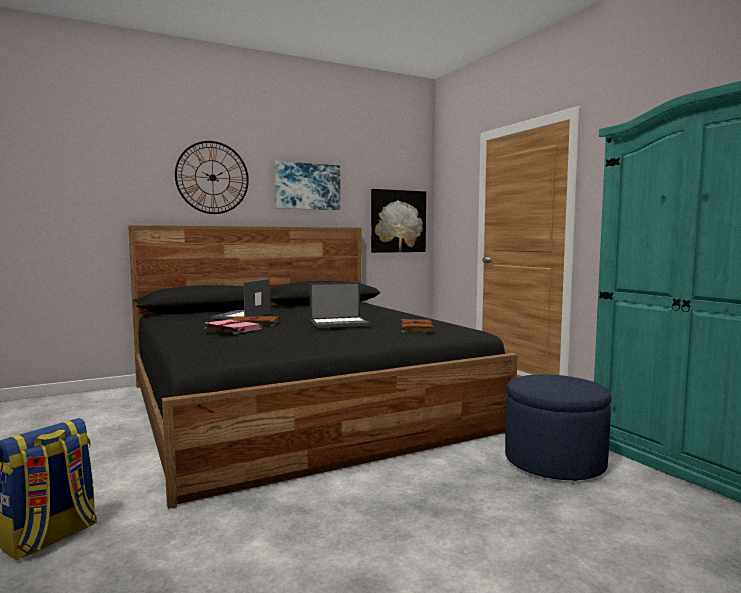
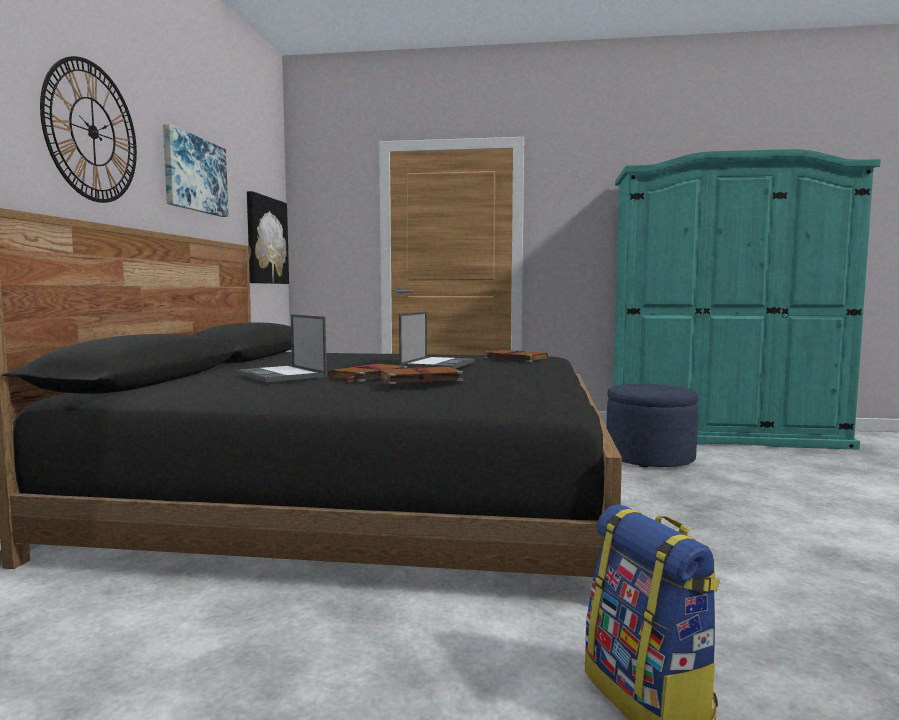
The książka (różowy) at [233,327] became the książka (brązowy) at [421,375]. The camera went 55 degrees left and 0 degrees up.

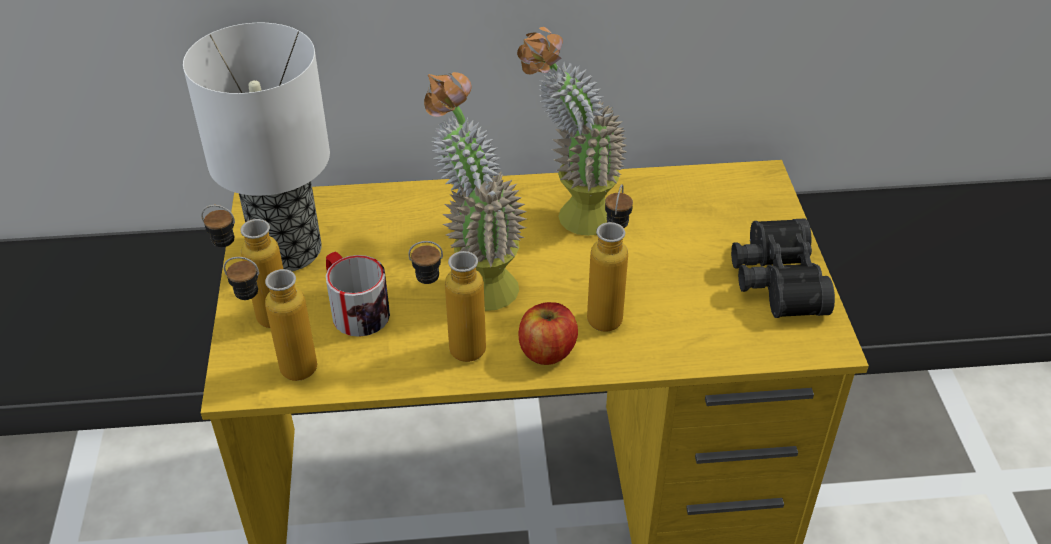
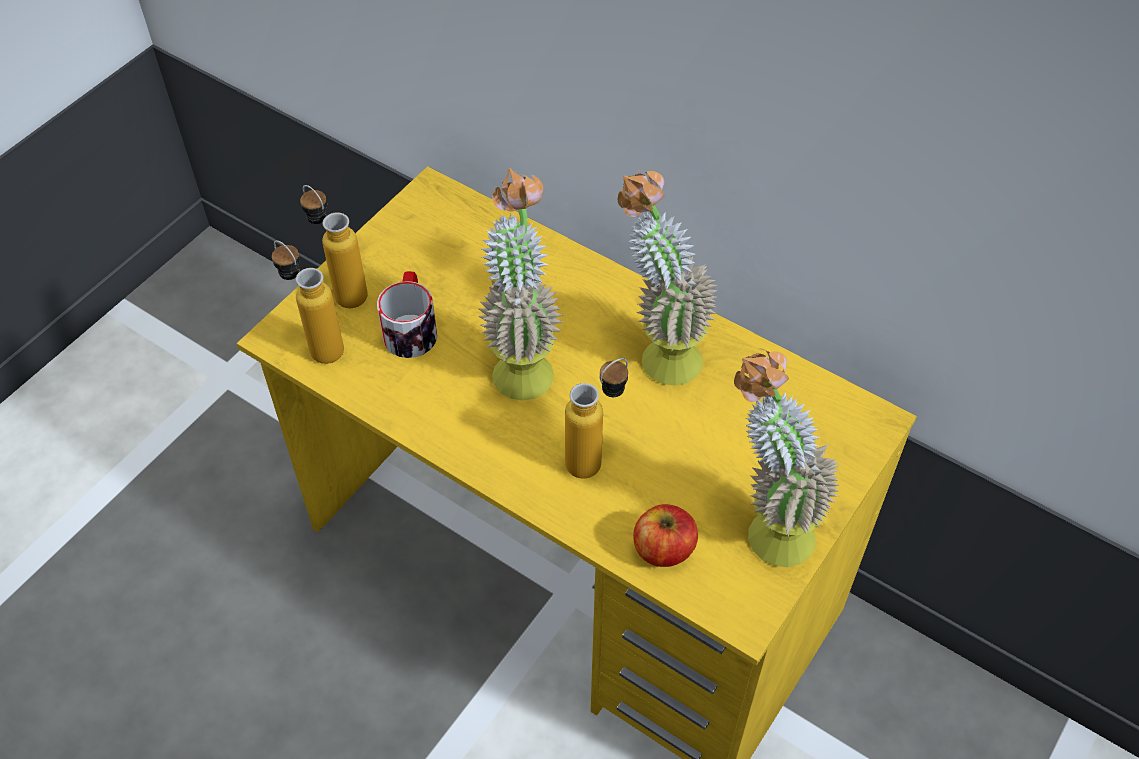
The lampa stołowa at [256,147] disappeared. The butelka at [447,301] disappeared. The jabłko moved from [548,333] to [665,535]. The lornetka (czarny) at [783,268] was replaced by the roślina doniczkowa at [787,457]. The camera went 40 degrees right and 10 degrees up.

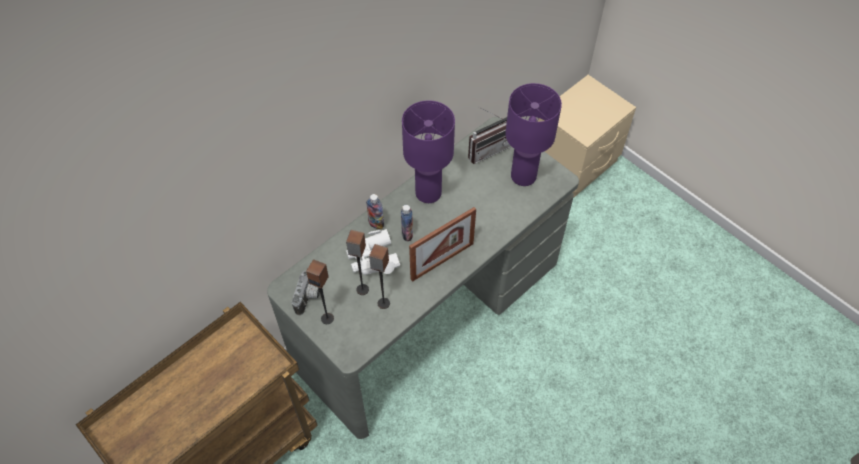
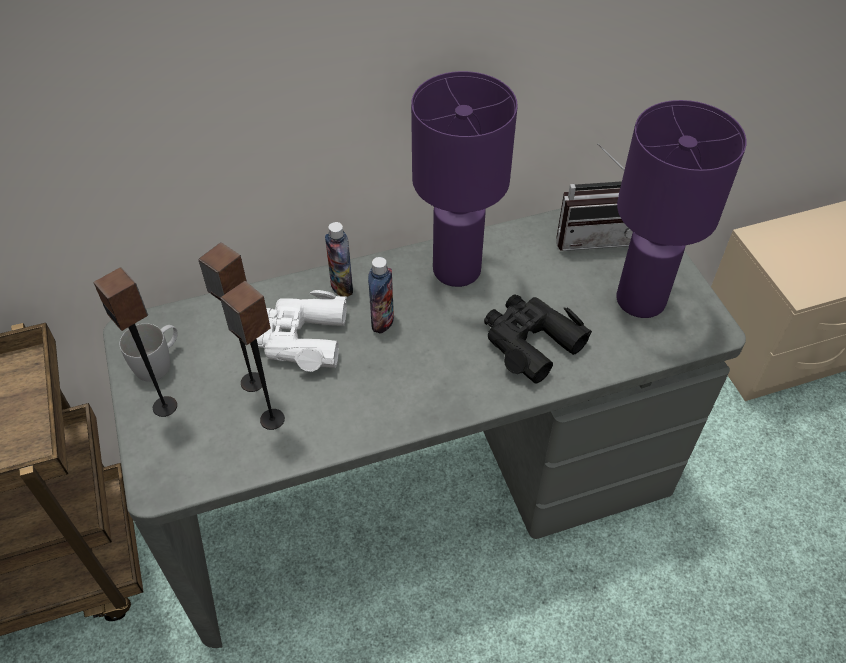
The ramka na zdjęcie at [442,244] disappeared. The lornetka (czarny) at [538,339] appeared. The aparat fotograficzny at [305,292] was replaced by the kubek (biały) at [148,352]. The camera went 25 degrees right and 5 degrees down.

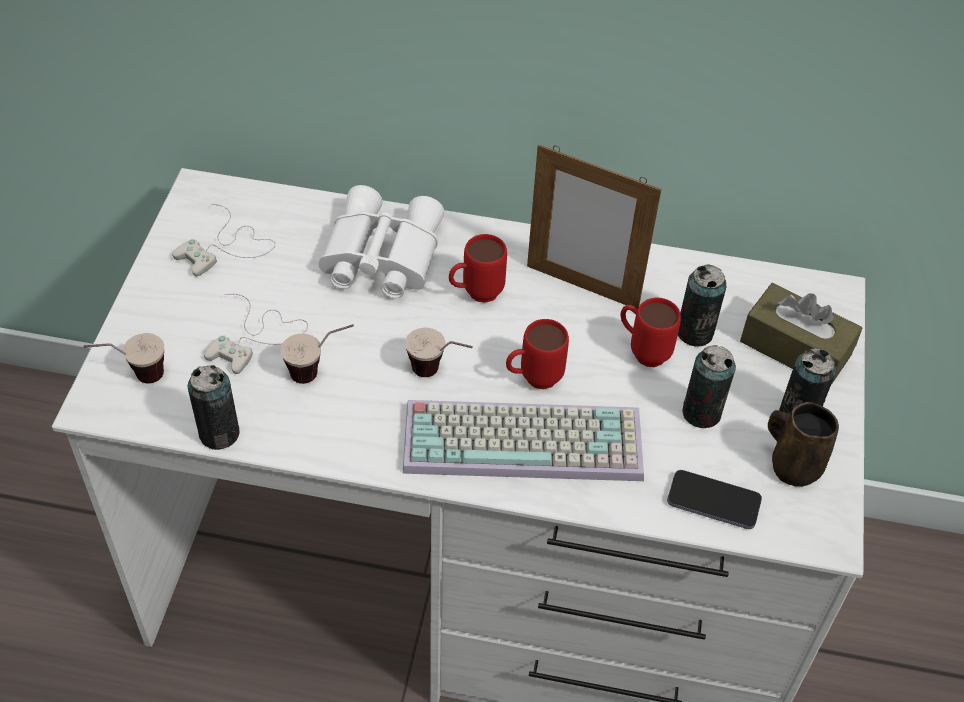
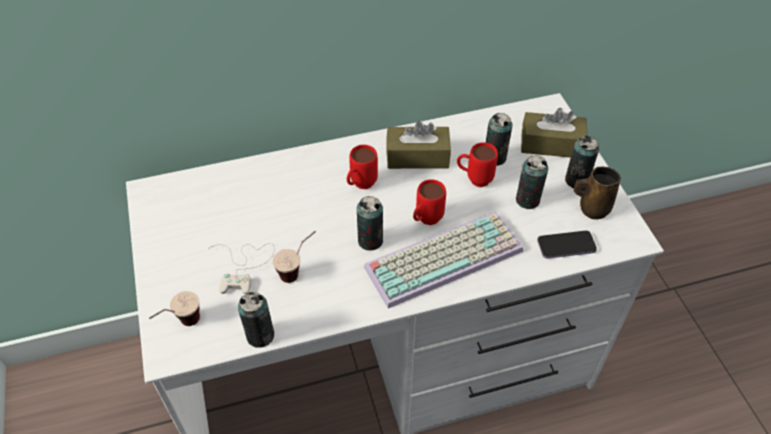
The pad do gier (biały) at [223,240] disappeared. The lornetka (biały) at [381,241] disappeared. The filiżanka at [439,352] was replaced by the puszka at [370,223]. The ramka na zdjęcie at [594,227] was replaced by the pudełko chusteczek (brązowy) at [418,144]. The camera went 25 degrees left and 0 degrees up.

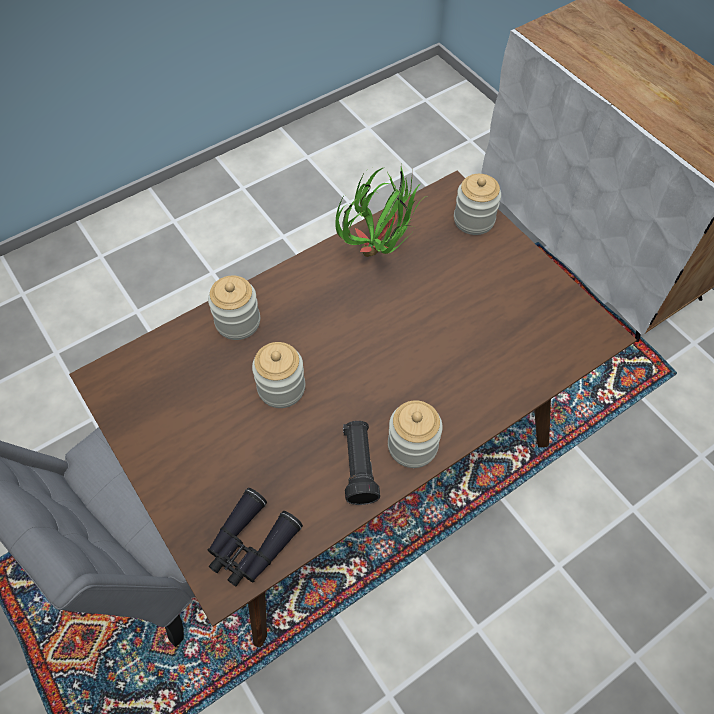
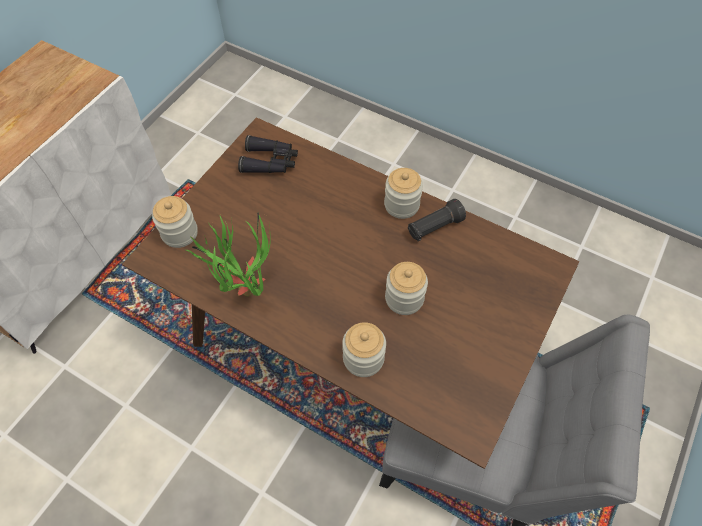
The lornetka (czarny) moved from [255,537] to [268,154]. The camera went 115 degrees left and 0 degrees up.

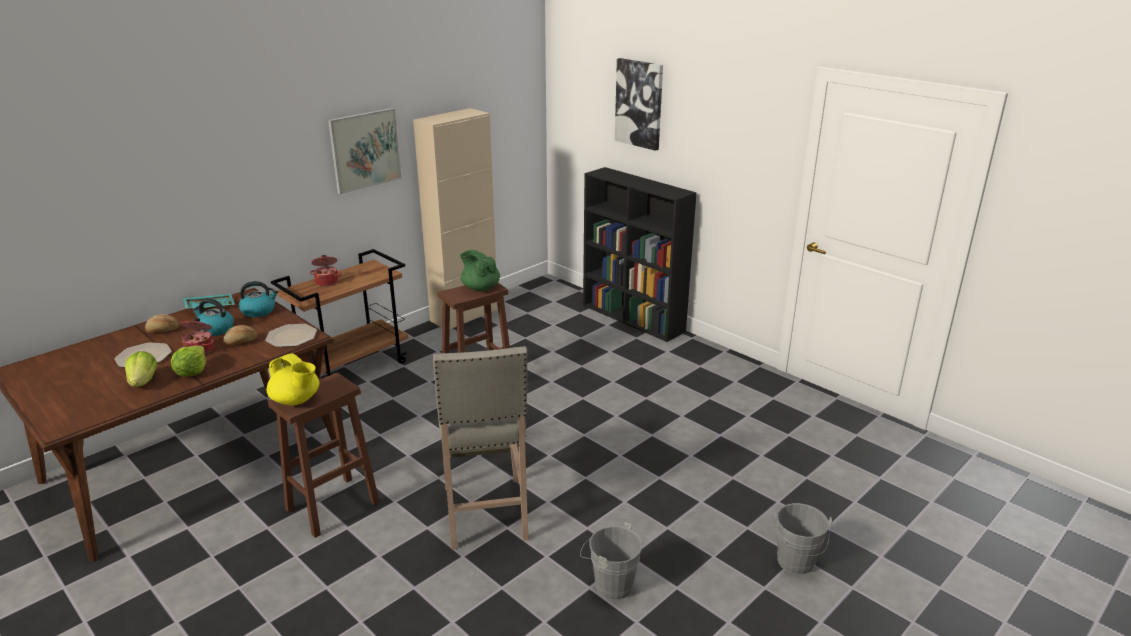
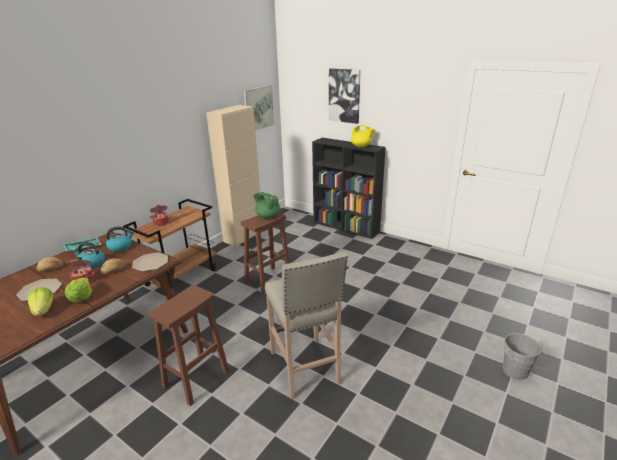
The wiadro (szary) at [611,561] disappeared. The imbryk (żółty) moved from [293,380] to [363,136]. The obraz moved from [365,151] to [258,108]. The camera went 10 degrees left and 0 degrees up.

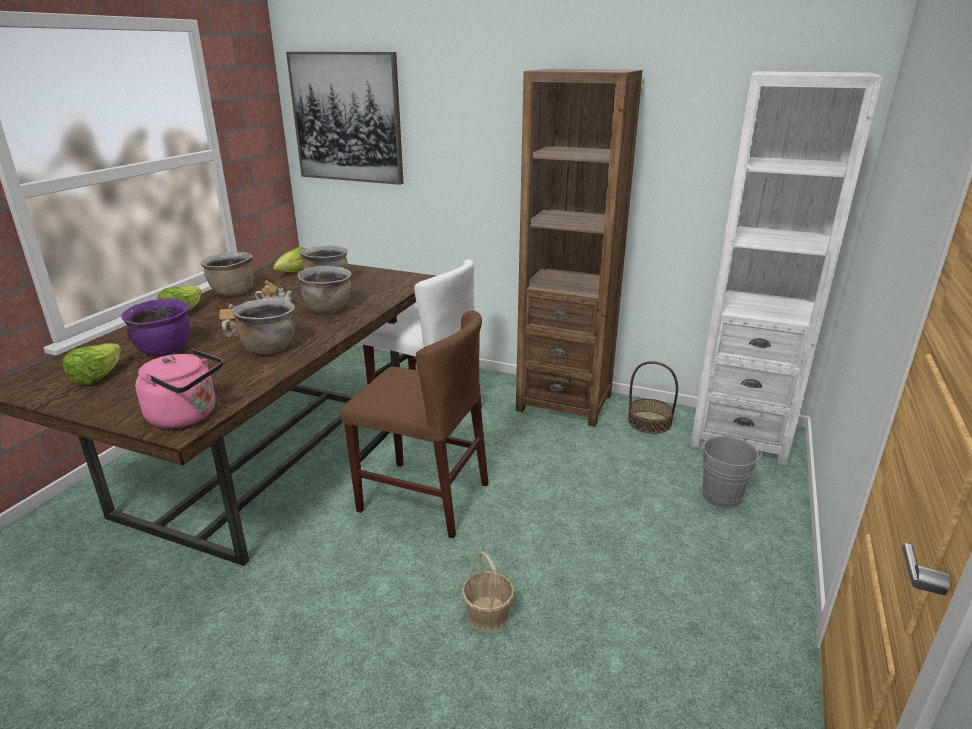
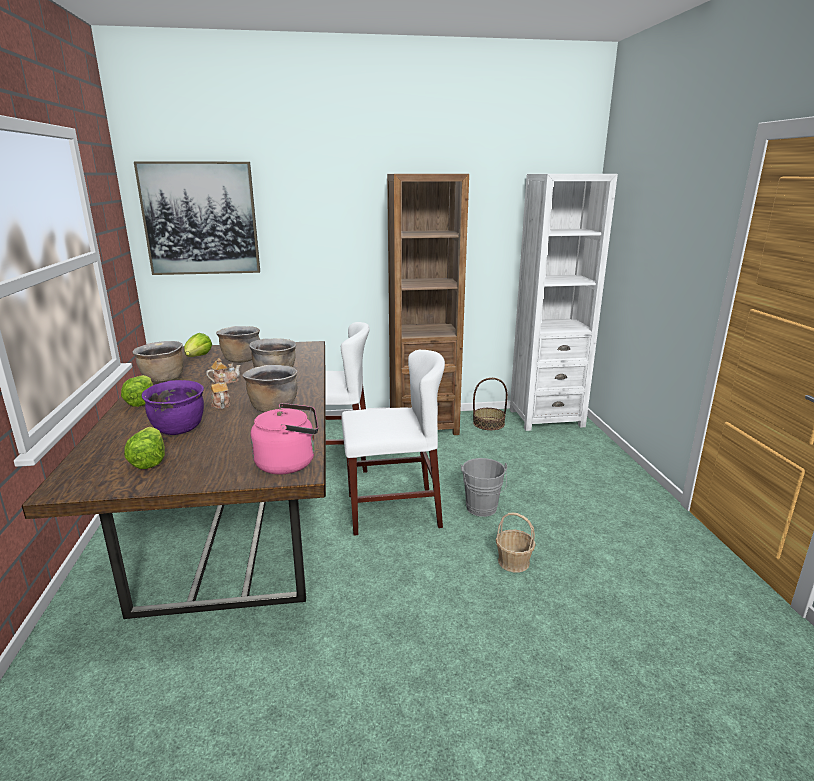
The wiadro (szary) moved from [731,472] to [484,487]. The krzesło (brązowy) at [414,424] became the krzesło (biały) at [393,443]. The camera went 30 degrees left and 5 degrees down.

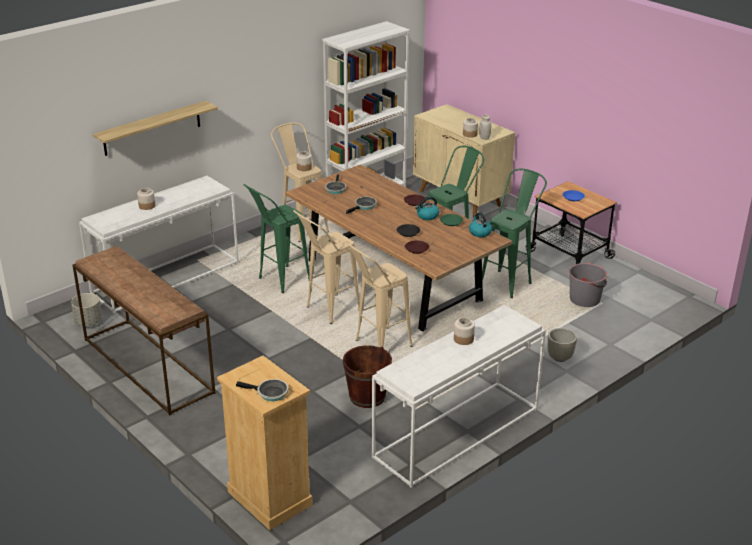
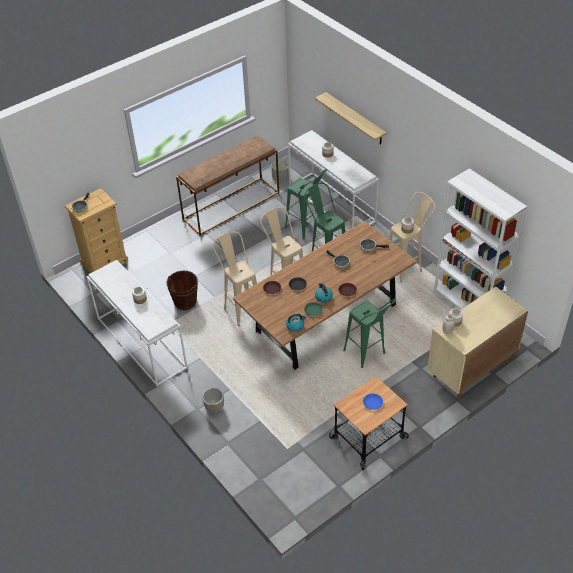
The wiadro (szary) at [588,285] disappeared. The stołek (zielony) moved from [514,233] to [306,204]. The camera went 95 degrees right and 15 degrees up.

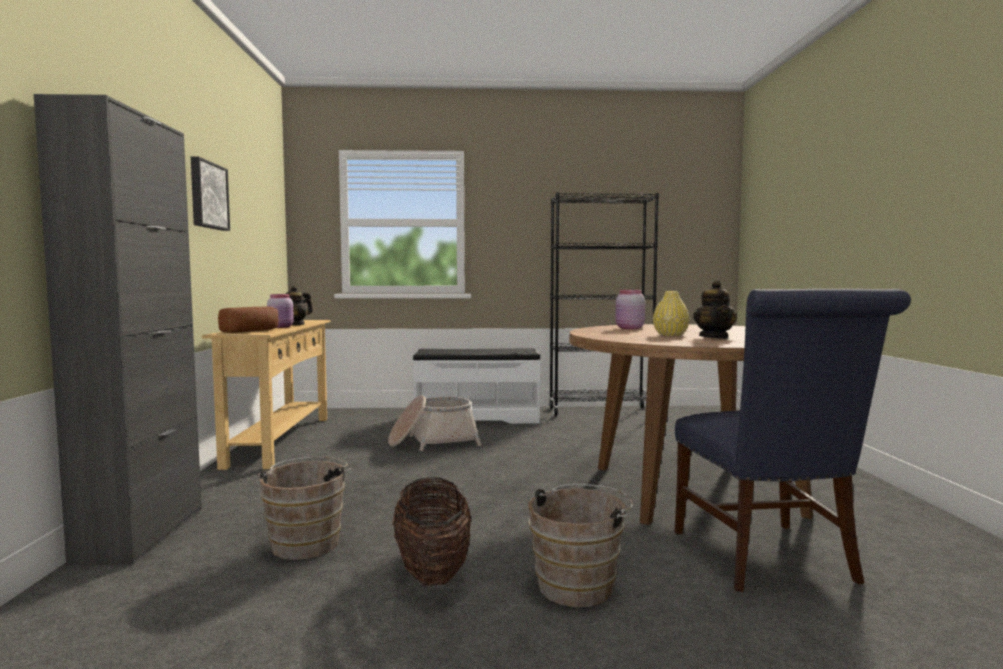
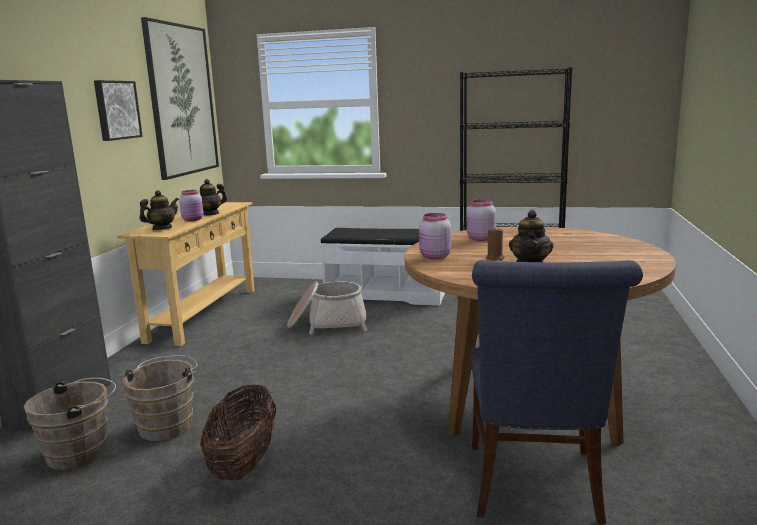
The obraz at [180,98] appeared. The słoik (różowy) at [435,236] appeared. The wiadro (brązowy) moved from [580,545] to [69,424]. The chleb at [248,319] was replaced by the imbryk at [159,210]. The wazon (żółty) at [671,313] was replaced by the świeca (brązowy) at [495,243]. The camera went 15 degrees right and 10 degrees up.

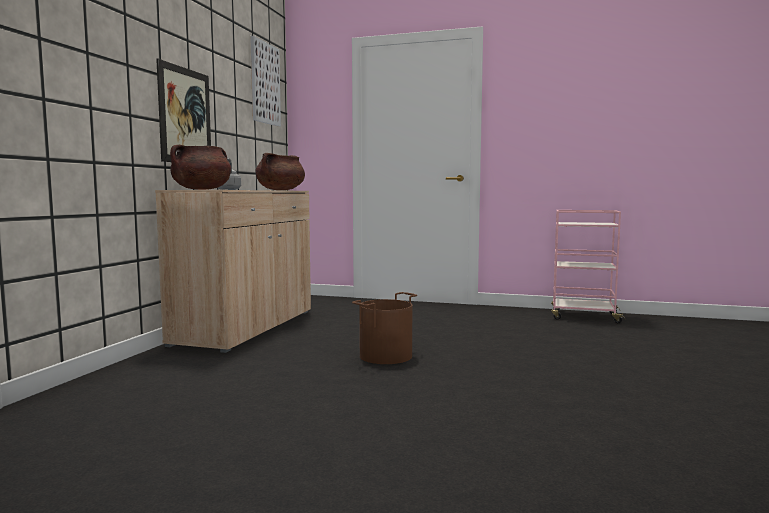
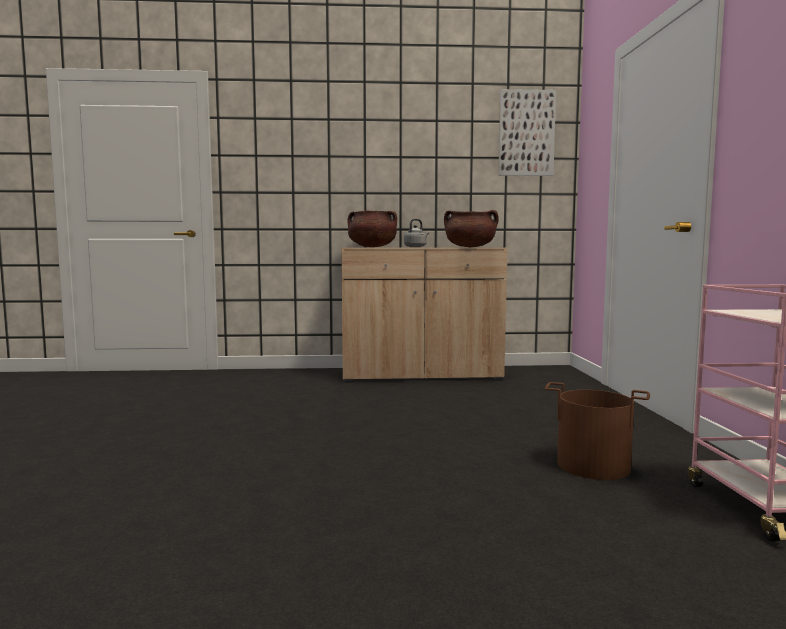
The obraz at [183,110] disappeared. The wiadro (brązowy) moved from [384,328] to [597,431]. The camera went 70 degrees right and 0 degrees up.

